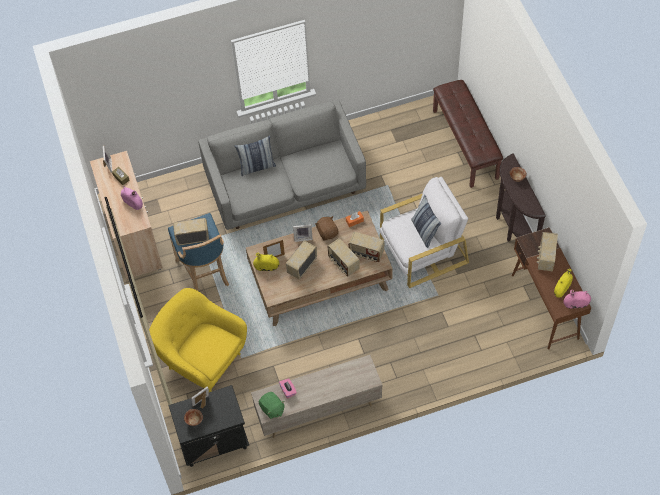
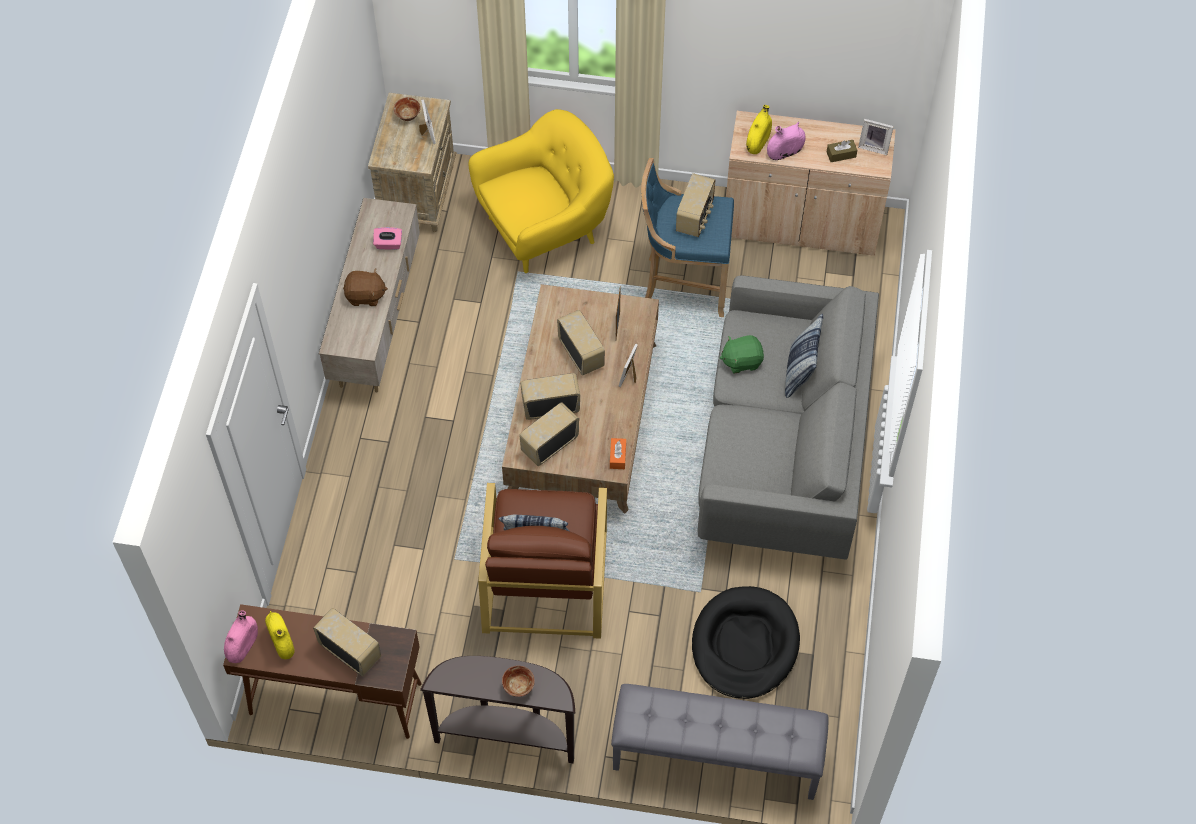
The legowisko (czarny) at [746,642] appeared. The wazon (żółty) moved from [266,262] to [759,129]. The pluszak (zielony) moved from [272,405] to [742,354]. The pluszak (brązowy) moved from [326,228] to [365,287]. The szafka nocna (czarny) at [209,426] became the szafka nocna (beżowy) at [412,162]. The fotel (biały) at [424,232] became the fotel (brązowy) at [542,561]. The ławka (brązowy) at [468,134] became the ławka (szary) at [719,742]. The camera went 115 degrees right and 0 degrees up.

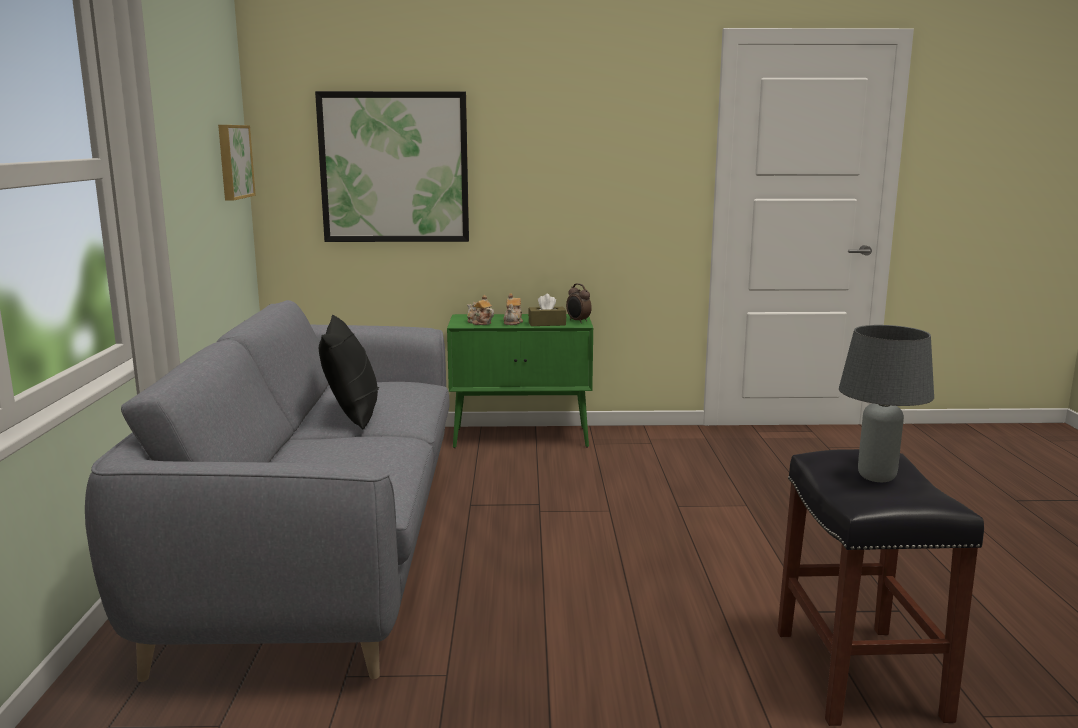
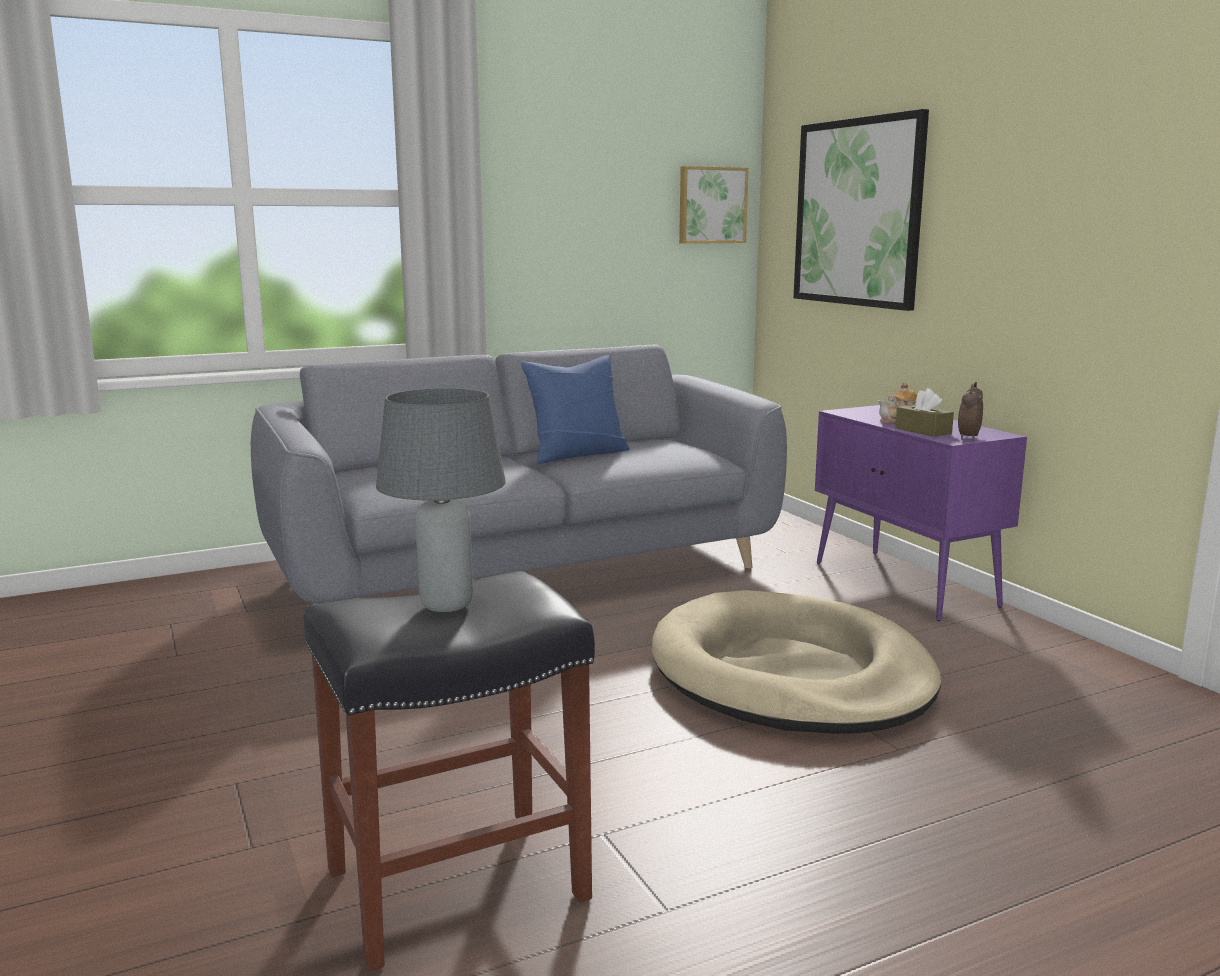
The imbryk at [480,310] disappeared. The legowisko (beżowy) at [796,662] appeared. The poduszka (czarny) at [349,372] became the poduszka (niebieski) at [575,409]. The szafka (zielony) at [520,381] became the szafka (fioletowy) at [921,513]. The camera went 65 degrees right and 0 degrees up.

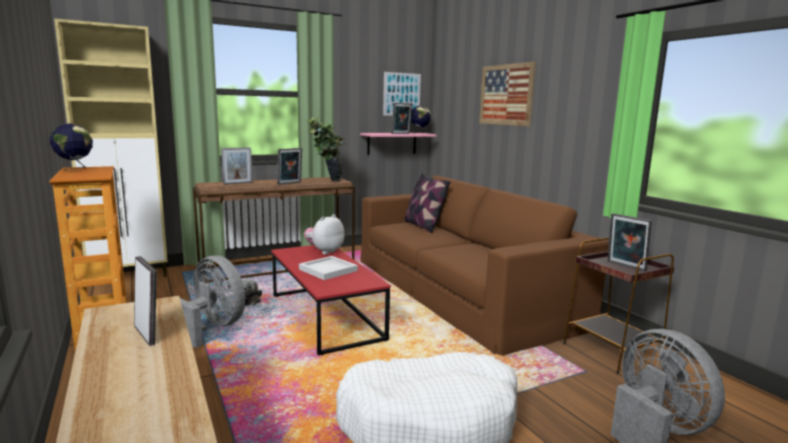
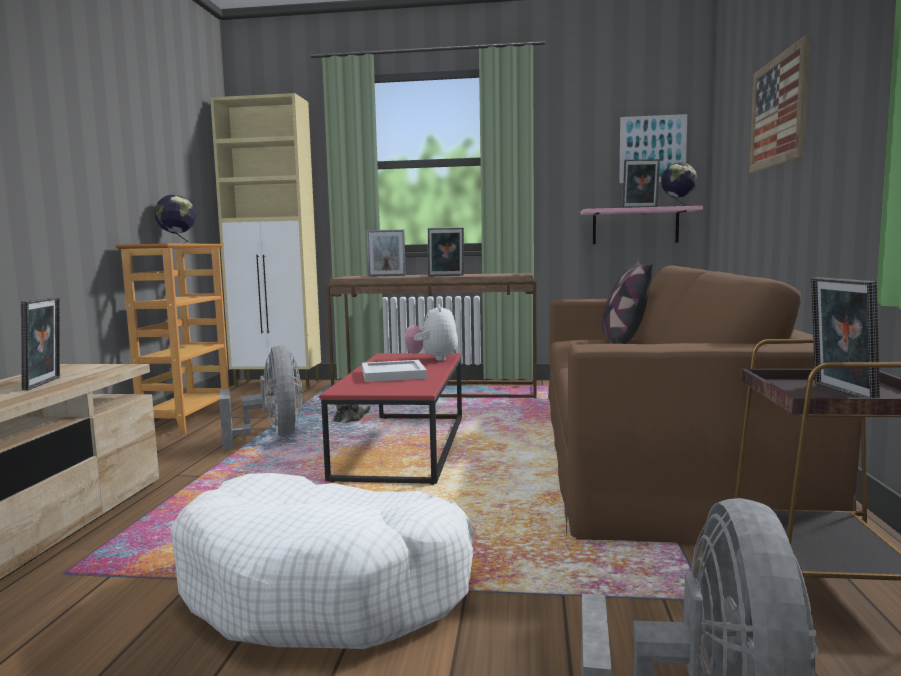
The roślina doniczkowa at [325,149] disappeared. The pluszak at [324,234] turned 75 degrees counterclockwise. The camera went 35 degrees right and 5 degrees down.

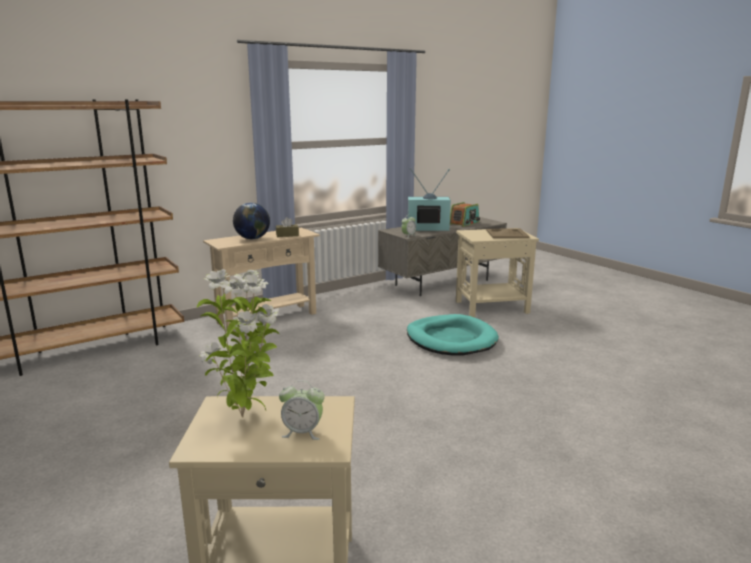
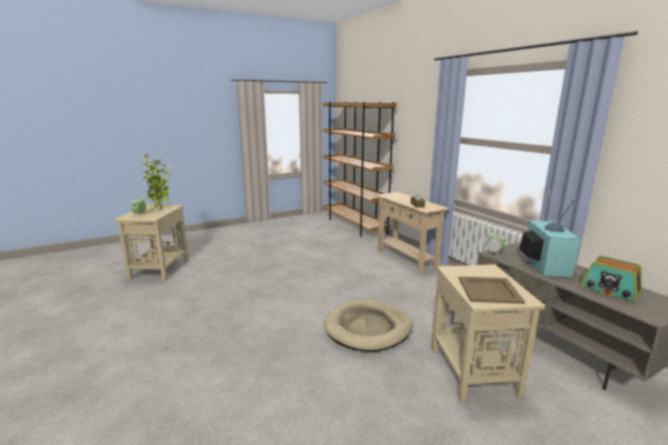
The globus at [251,221] disappeared. The legowisko (turkusowy) at [453,335] became the legowisko (beżowy) at [368,326]. The camera went 95 degrees right and 0 degrees up.

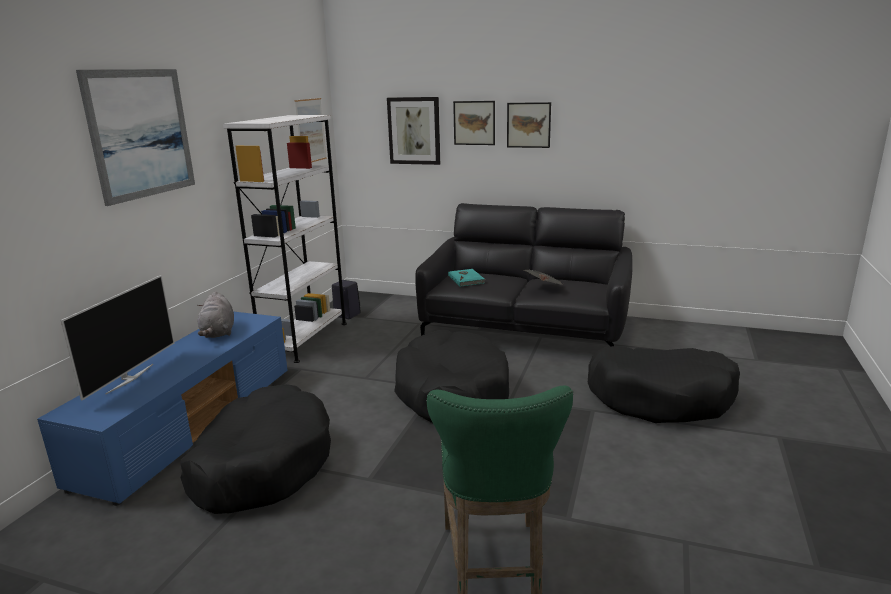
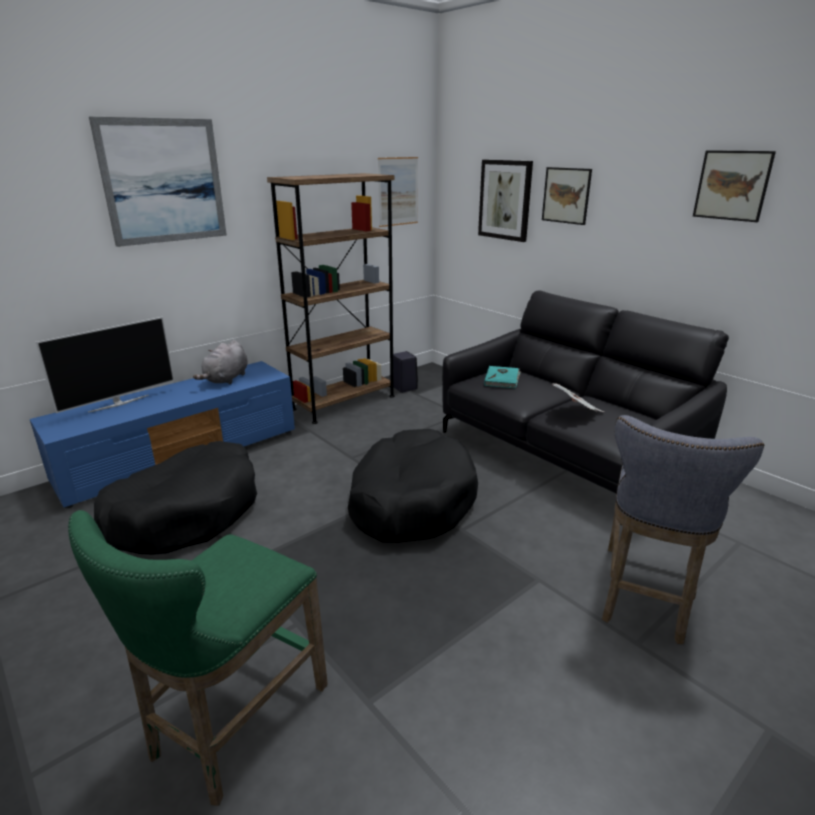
The obraz moved from [529,125] to [734,186]. The legowisko (czarny) at [664,384] was replaced by the stołek (szary) at [683,529]. The regał (biały) at [285,239] became the regał (brązowy) at [331,298]. The camera went 30 degrees right and 5 degrees up.

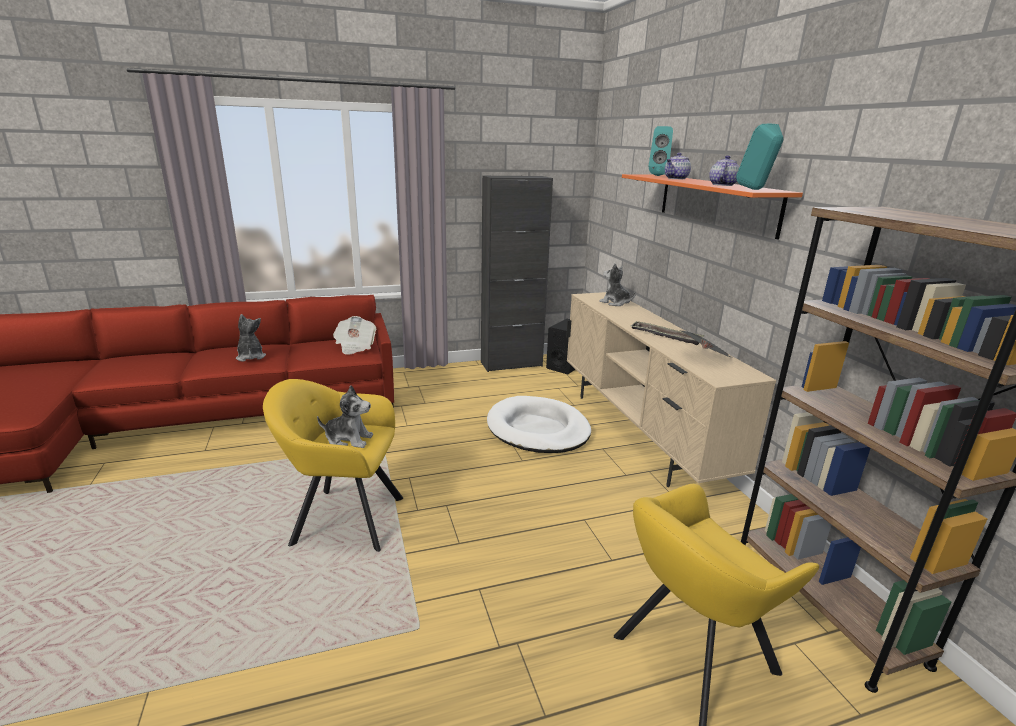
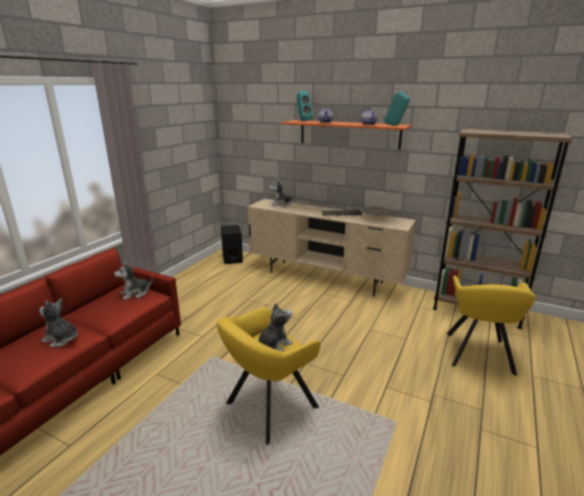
The szafka (czarny) at [517,274] disappeared. The legowisko (biały) at [539,424] disappeared. The gazeta at [355,335] was replaced by the pluszak at [133,281]. The camera went 45 degrees left and 0 degrees up.

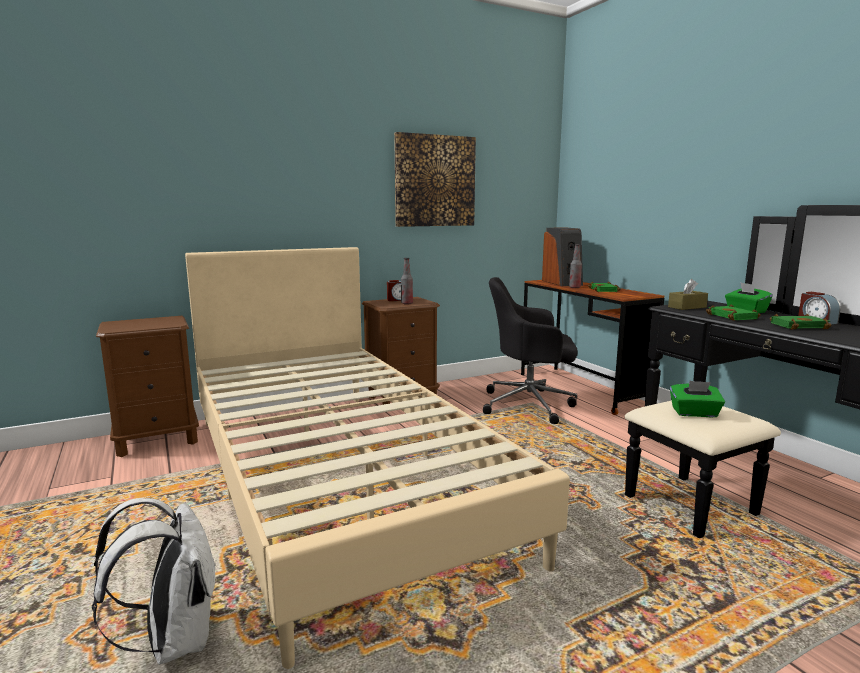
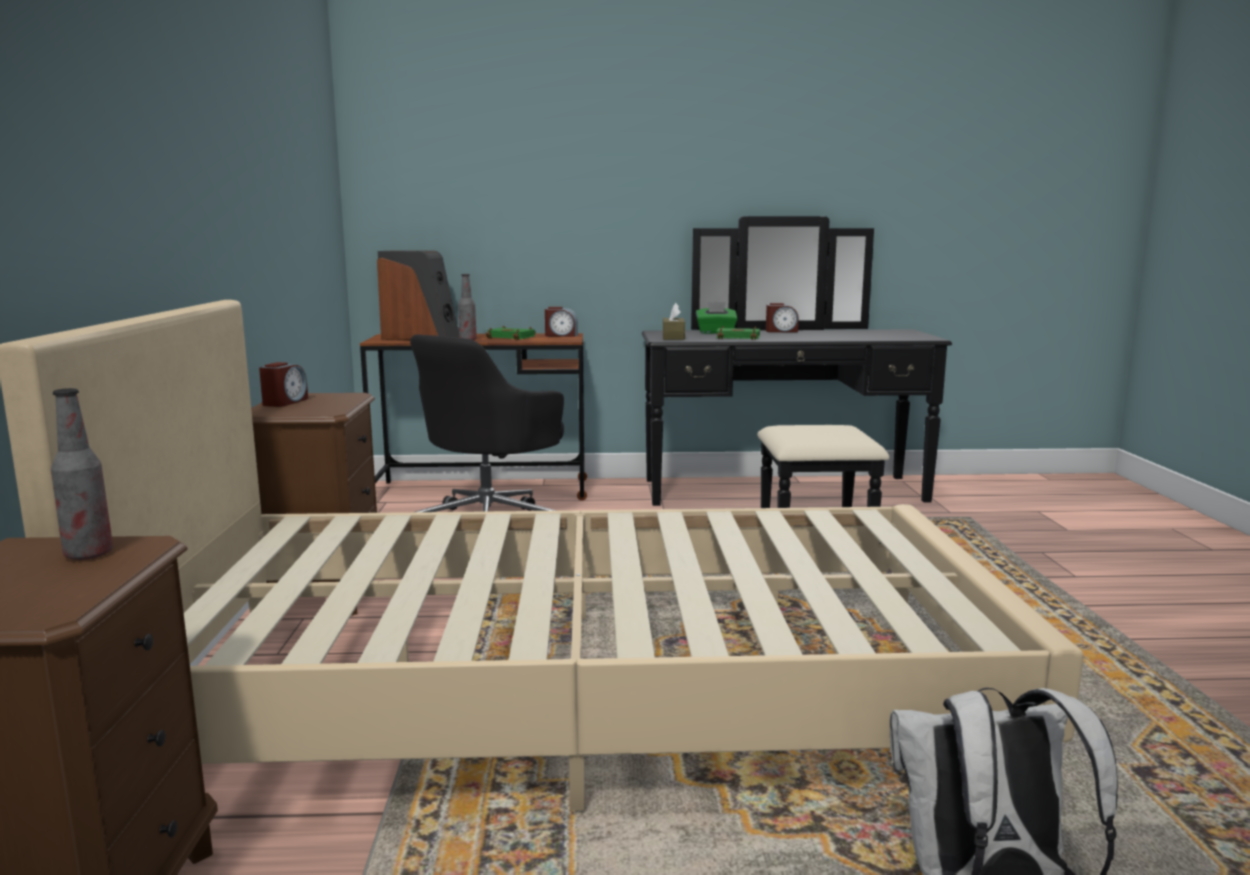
The obraz at [435,179] disappeared. The pudełko chusteczek (zielony) at [697,399] disappeared. The książka (zielony) at [800,322] disappeared. The budzik at [561,322] appeared. The butelka moved from [407,281] to [82,474]. The camera went 65 degrees left and 0 degrees up.

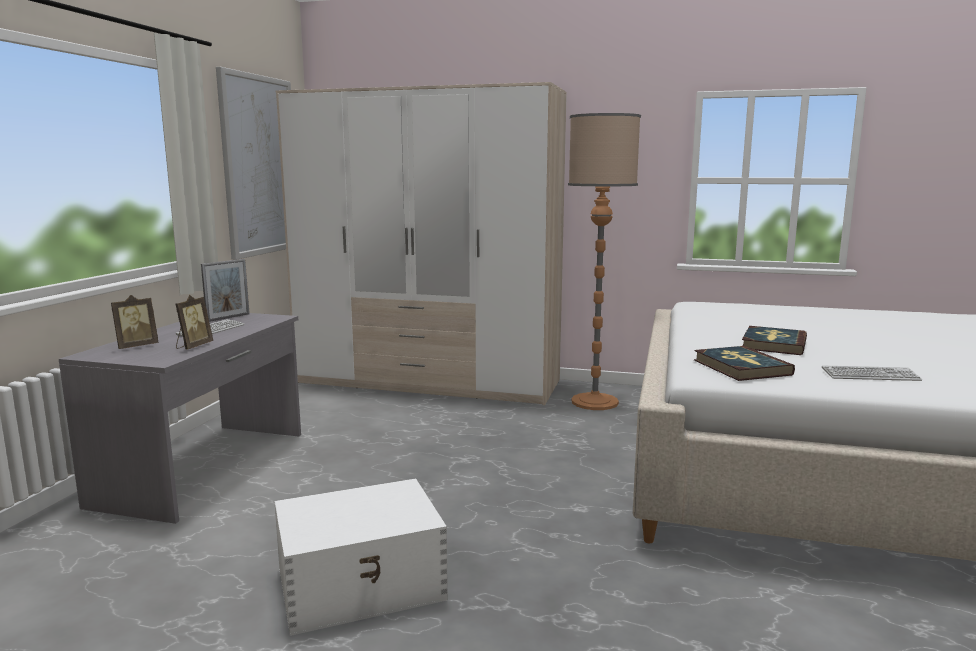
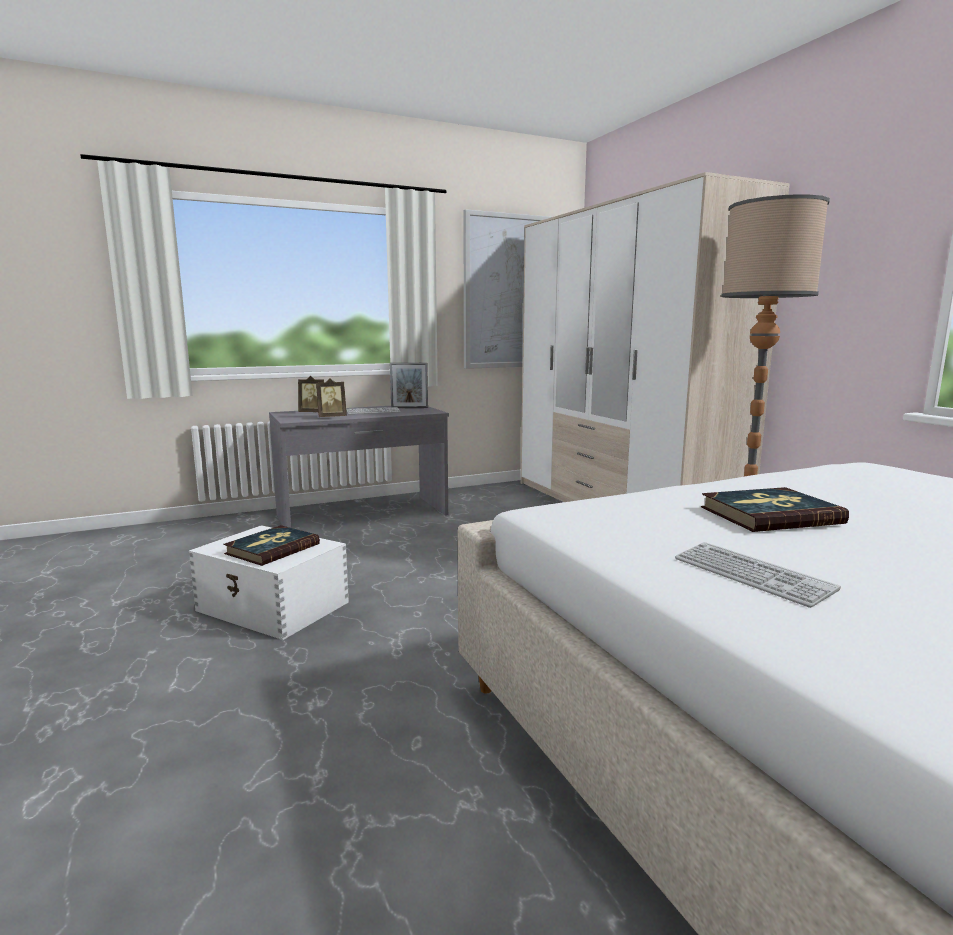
The książka moved from [744,363] to [271,545]. The camera went 50 degrees right and 0 degrees up.

